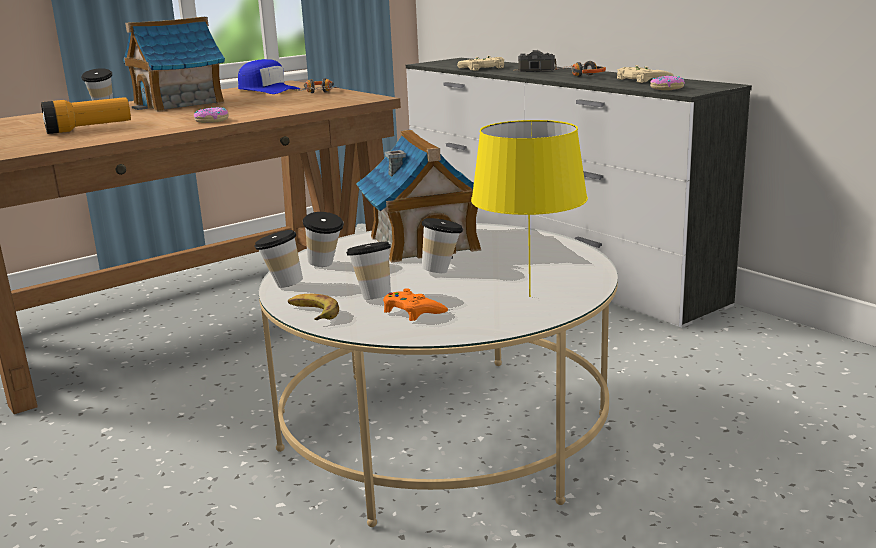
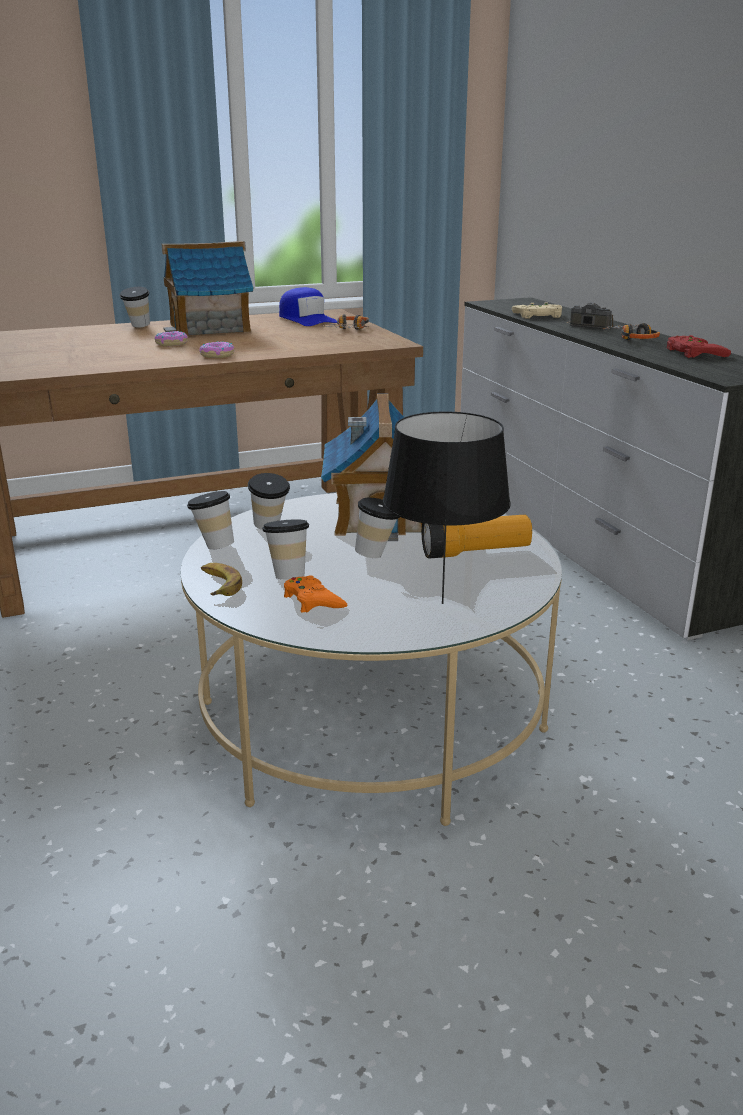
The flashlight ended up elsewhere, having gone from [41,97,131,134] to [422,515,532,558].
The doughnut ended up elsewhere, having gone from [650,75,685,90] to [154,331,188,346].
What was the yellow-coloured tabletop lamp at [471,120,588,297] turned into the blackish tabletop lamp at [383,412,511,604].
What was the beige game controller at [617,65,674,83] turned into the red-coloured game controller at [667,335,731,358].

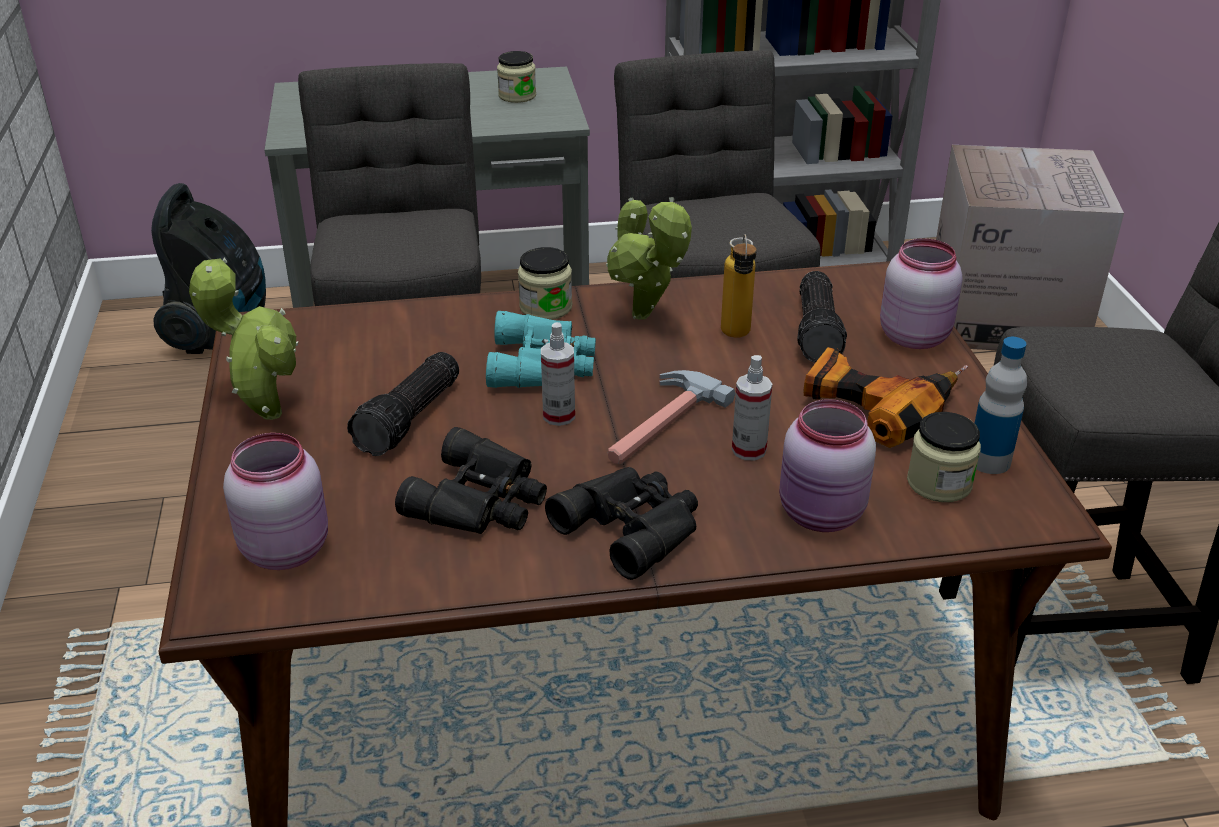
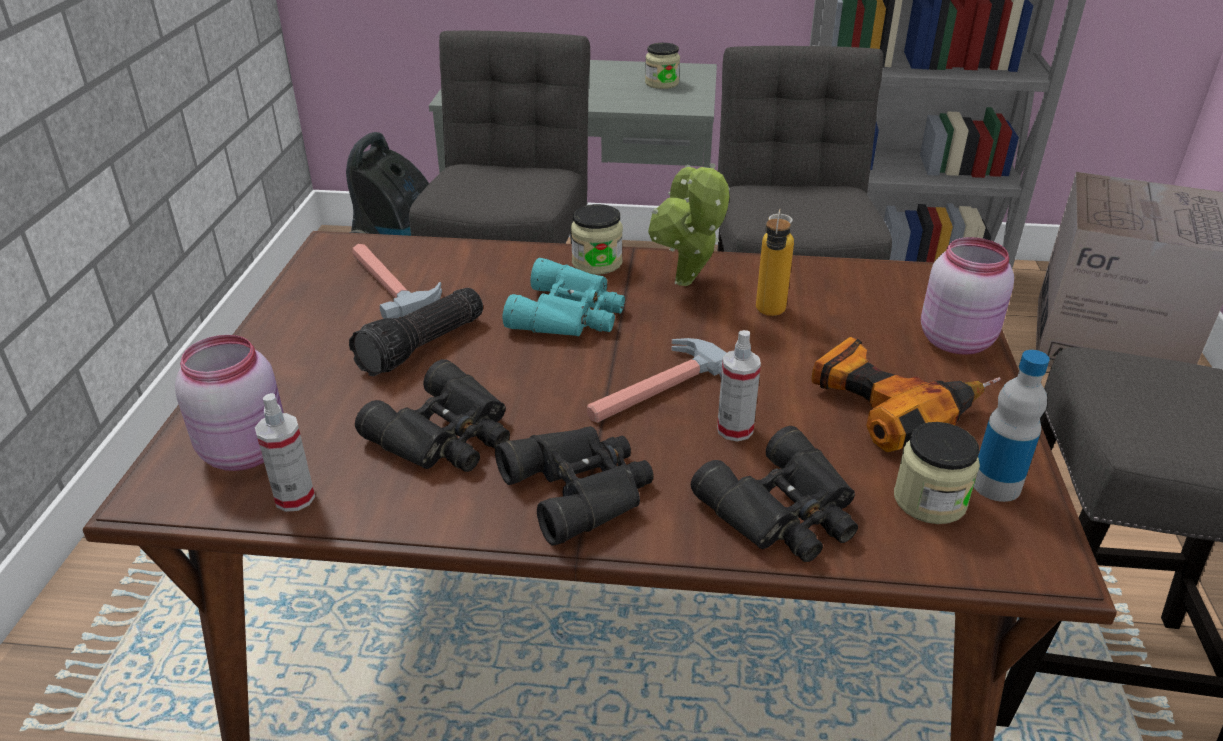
The second view lost the potted plant at [189,258,299,420].
The second view lost the flashlight at [797,271,847,363].
The second view gained the hammer at [352,244,442,319].
The sprayer ended up elsewhere, having gone from [541,322,575,426] to [255,393,315,512].
Where the pinkish jar stood at [779,399,876,532], the blackish binoculars came to stand at [691,426,858,562].

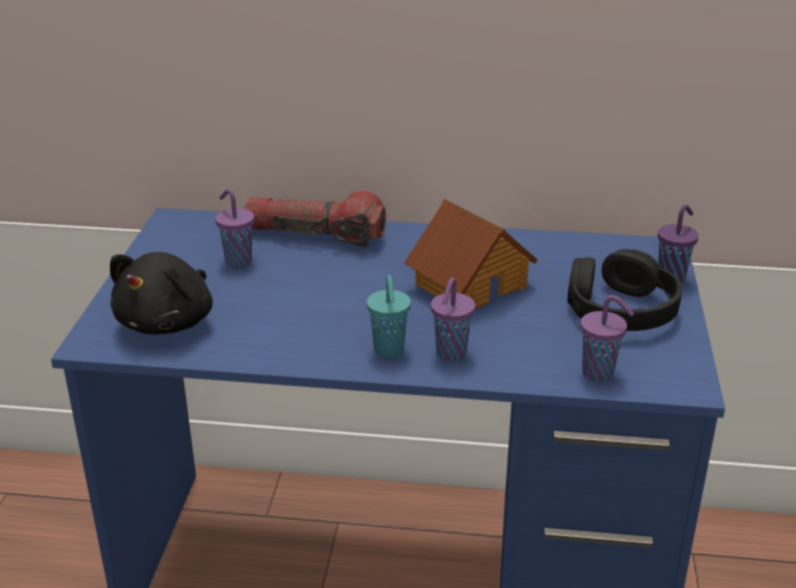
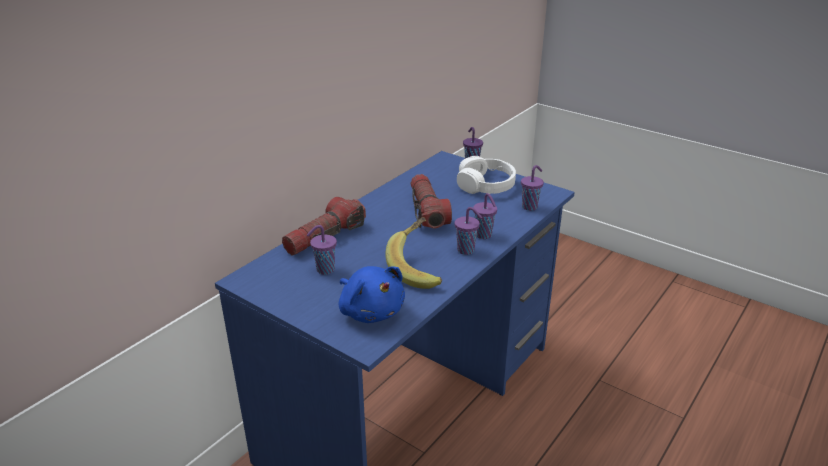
The second view gained the banana at [385,217,442,289].
Where the toy house stood at [404,199,538,309], the flashlight came to stand at [410,174,452,228].
What was the blackish cuddly toy at [110,252,213,334] turned into the blue cuddly toy at [339,266,405,323].
What was the blue-green drinking cup at [367,275,411,358] turned into the purple-coloured drinking cup at [455,207,482,255].
What was the blackish pair of headphones at [567,249,682,331] turned into the white-coloured pair of headphones at [457,156,516,194].

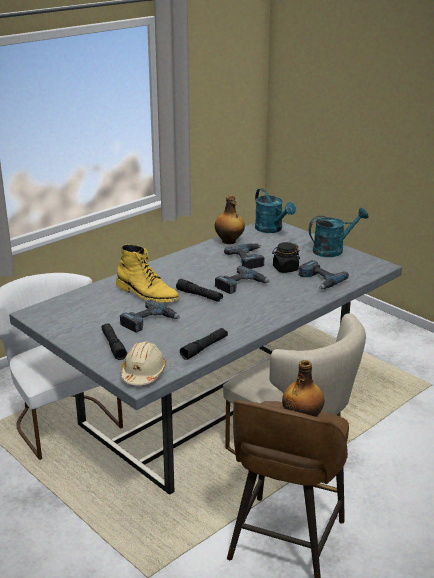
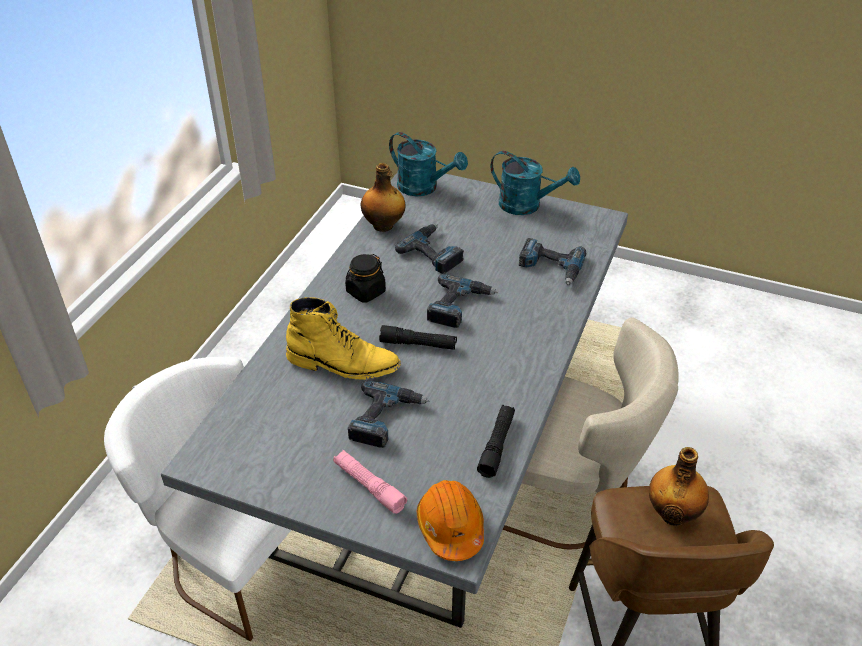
The blackish jar ended up elsewhere, having gone from [272,242,300,273] to [345,254,386,303].
What was the blackish flashlight at [101,324,127,360] turned into the pinkish flashlight at [333,450,407,514].
What was the beige work helmet at [121,341,166,385] turned into the orange work helmet at [417,480,484,561].
The blue-green watering can at [309,208,369,257] ended up facing another way, 75 degrees clockwise from before.

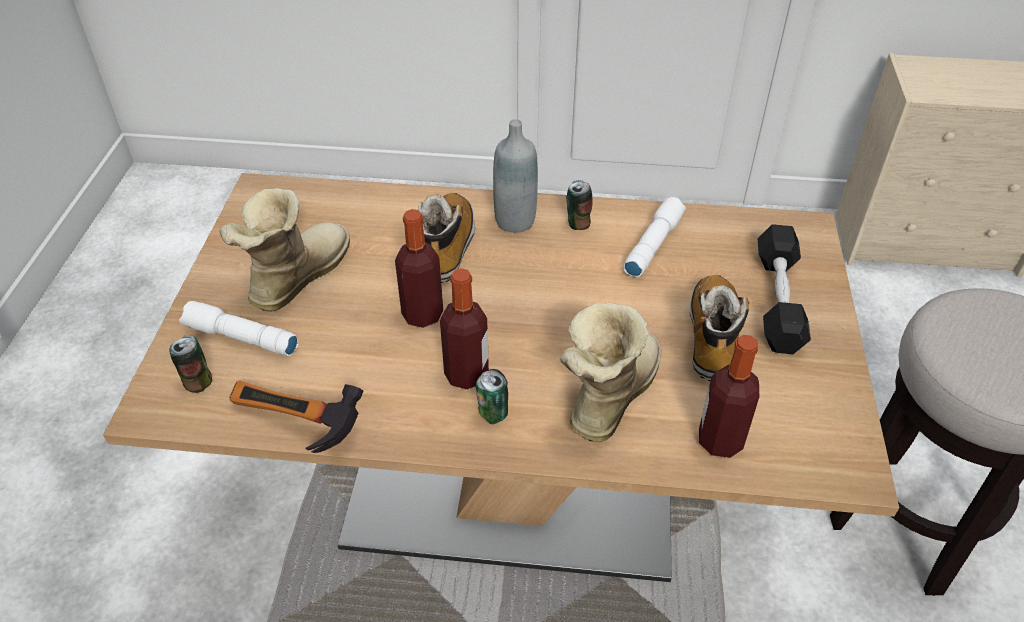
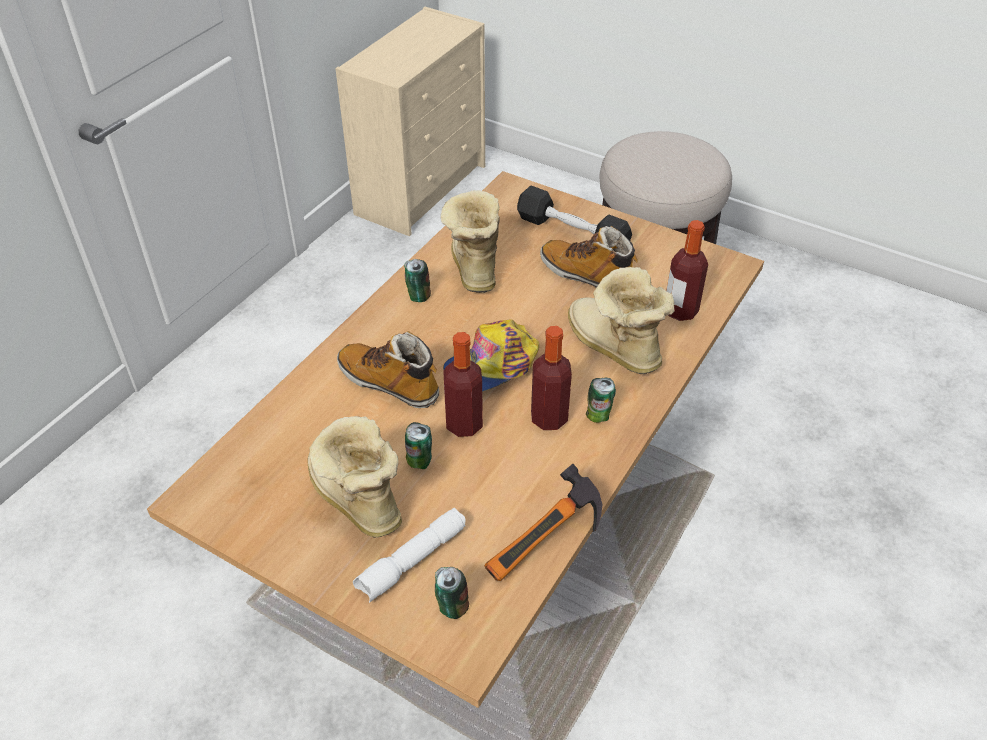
The second view lost the gray bottle at [493,119,538,233].
The second view gained the can at [405,422,432,469].
The second view gained the cap at [443,320,540,392].
Where the white-coloured flashlight stood at [624,197,686,277], the boot came to stand at [441,190,500,293].

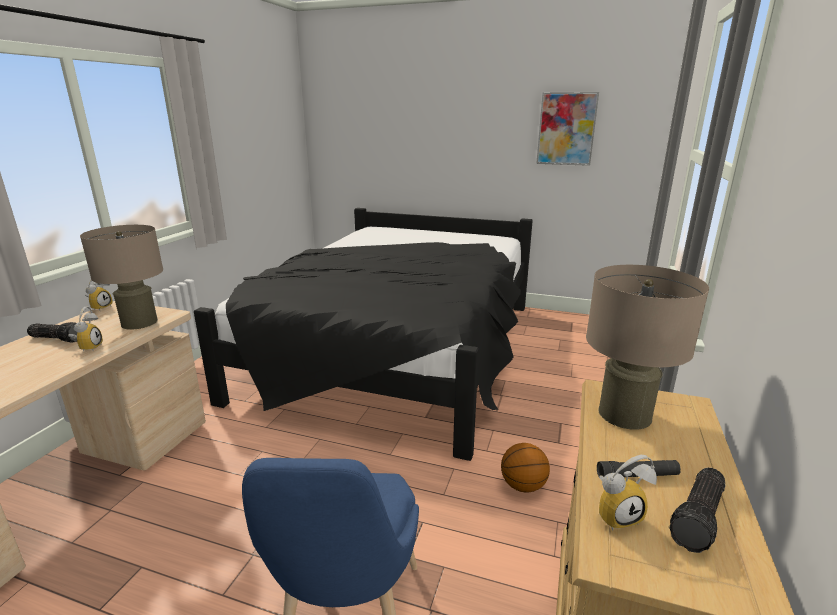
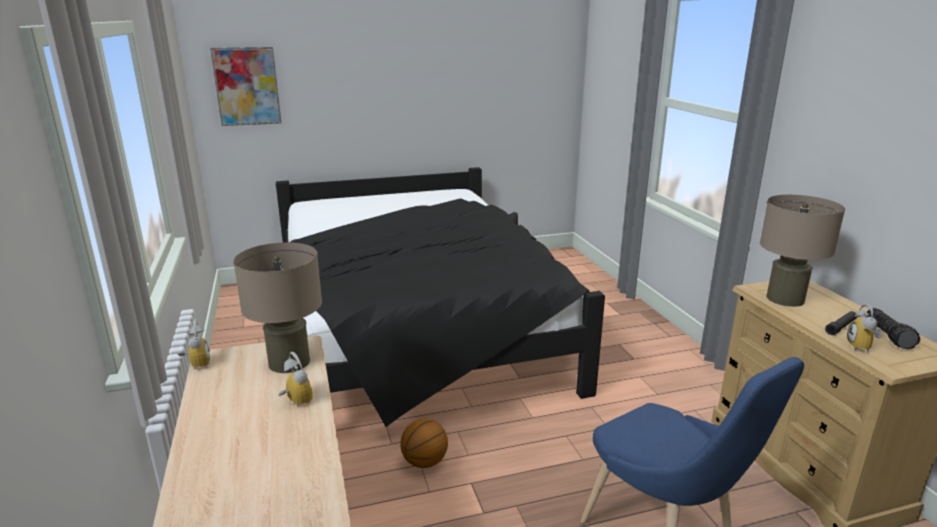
The second view lost the flashlight at [27,322,77,343].
The basketball ended up elsewhere, having gone from [501,443,550,493] to [400,419,448,468].
The picture ended up elsewhere, having gone from [536,92,599,166] to [210,47,281,126].
The bedside clock at [599,455,657,531] ended up facing another way, 150 degrees clockwise from before.

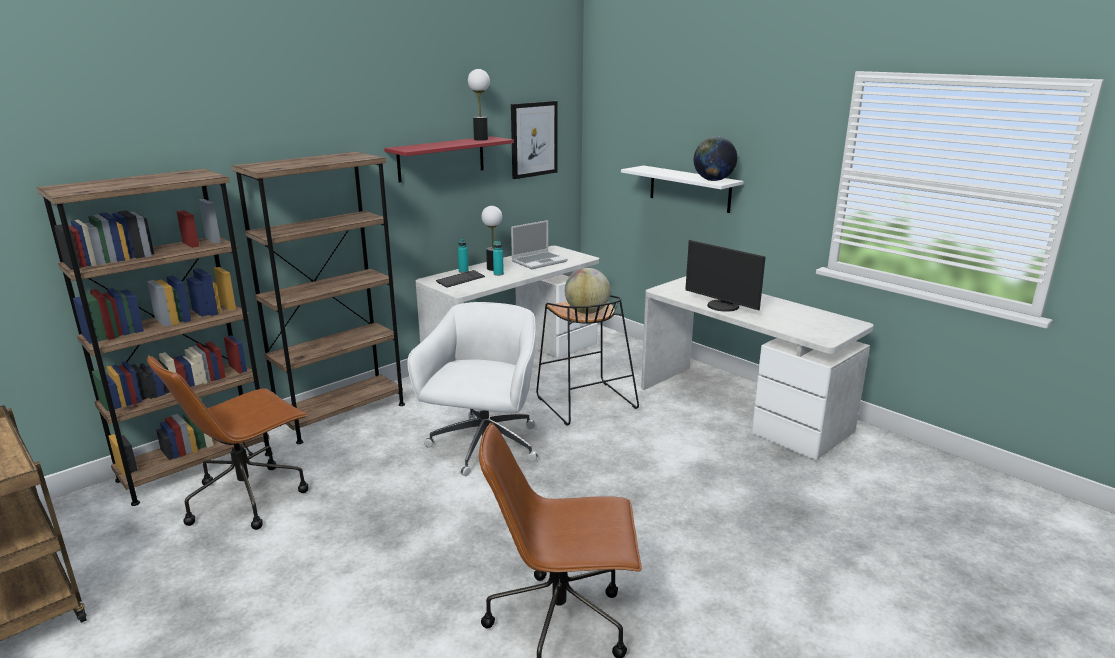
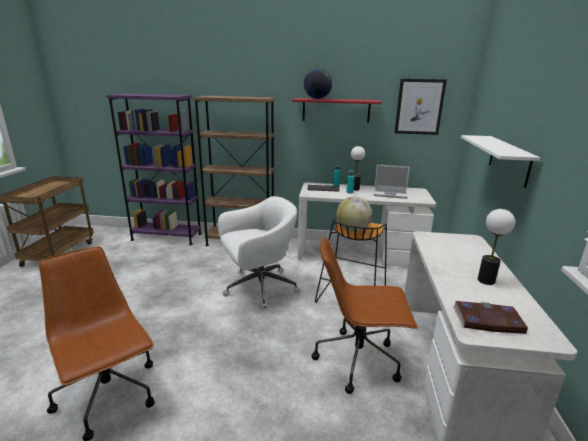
The second view lost the computer screen at [685,240,765,312].
The second view gained the bound book at [453,301,528,334].
The brown computer chair ended up elsewhere, having gone from [147,355,308,530] to [311,237,418,394].
The tabletop lamp ended up elsewhere, having gone from [468,69,490,141] to [478,209,515,285].
The desk globe ended up elsewhere, having gone from [694,136,737,181] to [304,68,332,99].
What was the brown bookshelf at [37,169,270,506] turned into the purple-coloured bookshelf at [106,93,202,245].

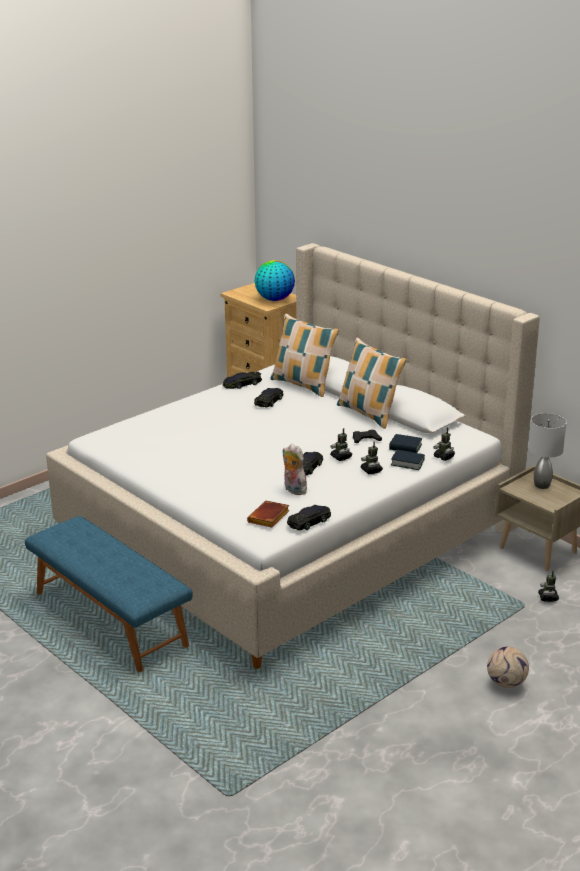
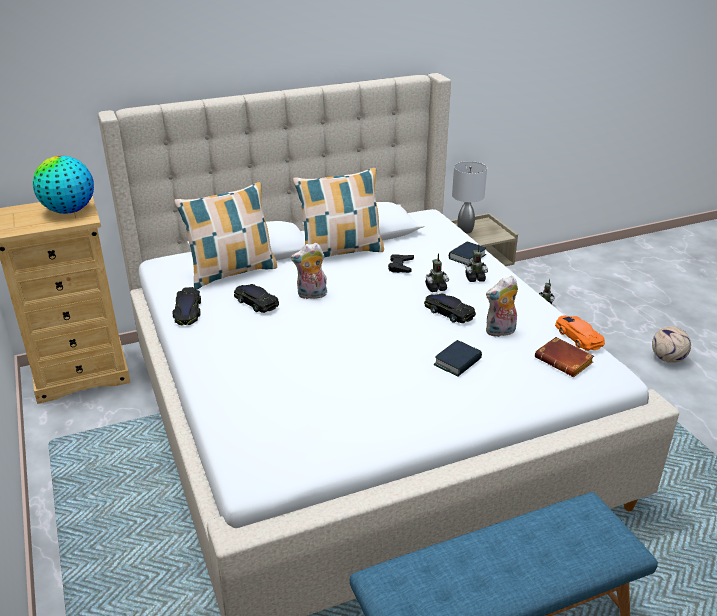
The second view lost the toy robot at [433,428,455,461].
The second view gained the cuddly toy at [291,243,327,299].
The bound book ended up elsewhere, having gone from [389,434,422,453] to [434,340,482,377].
What was the blackish model car at [287,505,331,530] turned into the orange model car at [555,315,605,351].

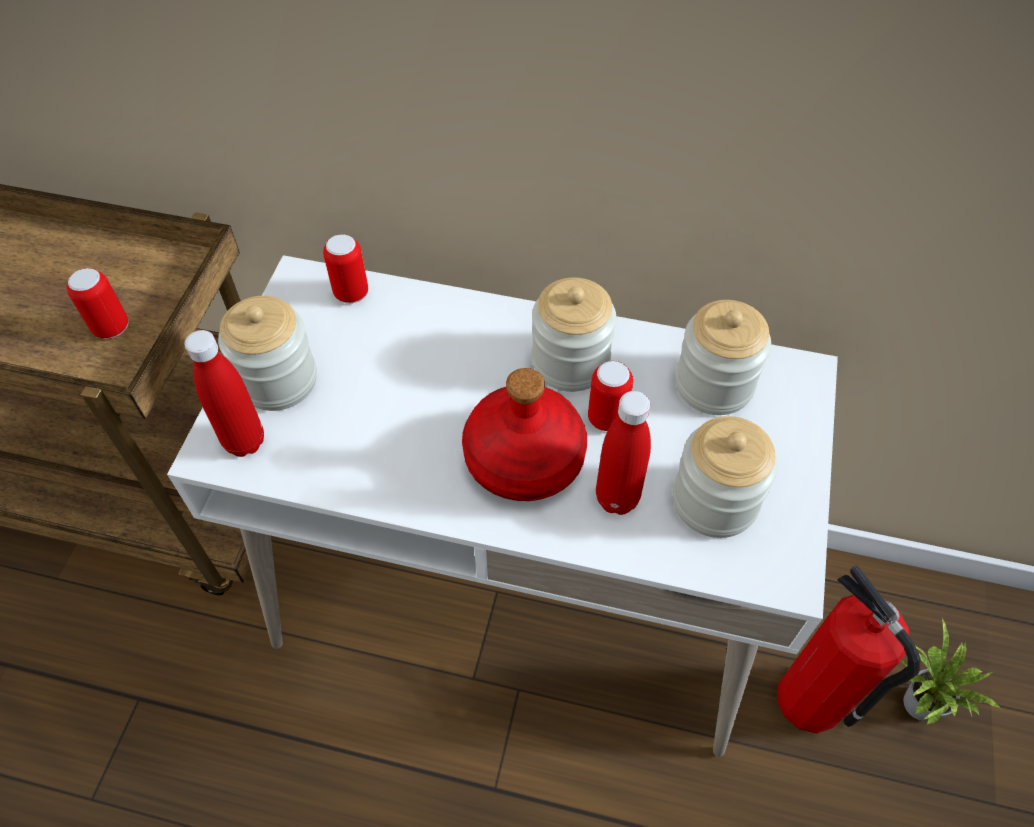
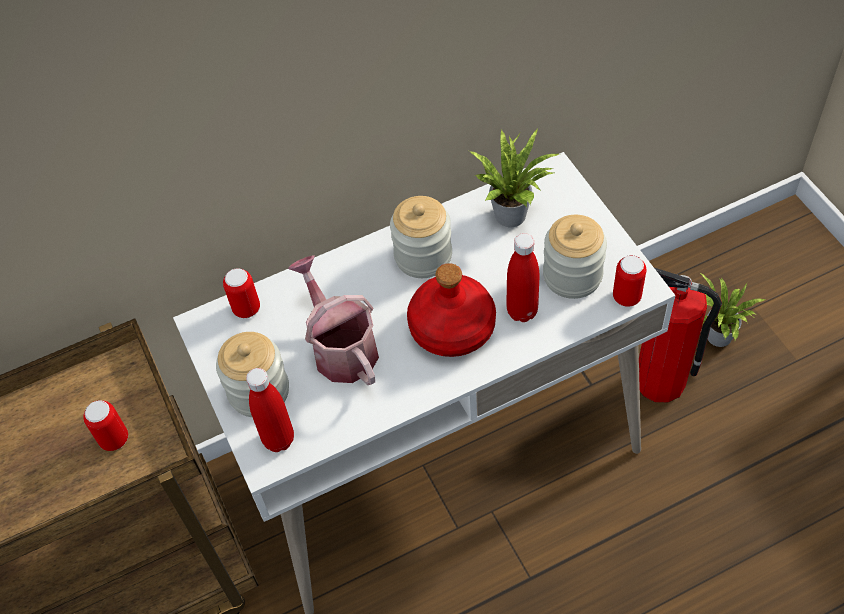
The second view gained the watering can at [288,255,379,385].
The can ended up elsewhere, having gone from [588,361,633,431] to [613,255,646,307].
Where the jar stood at [675,300,771,415], the potted plant came to stand at [469,129,559,227].

